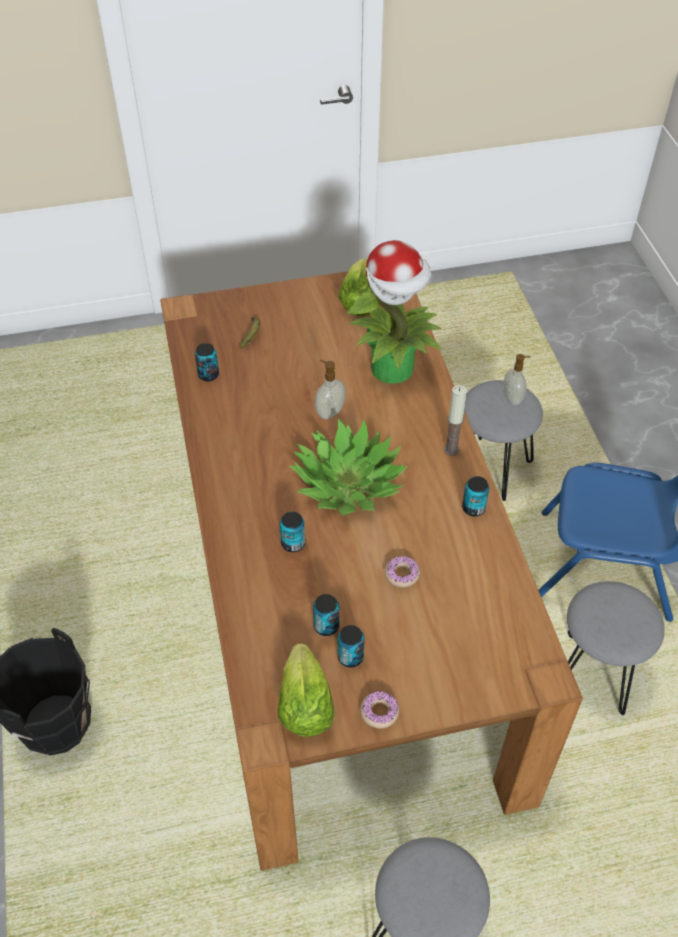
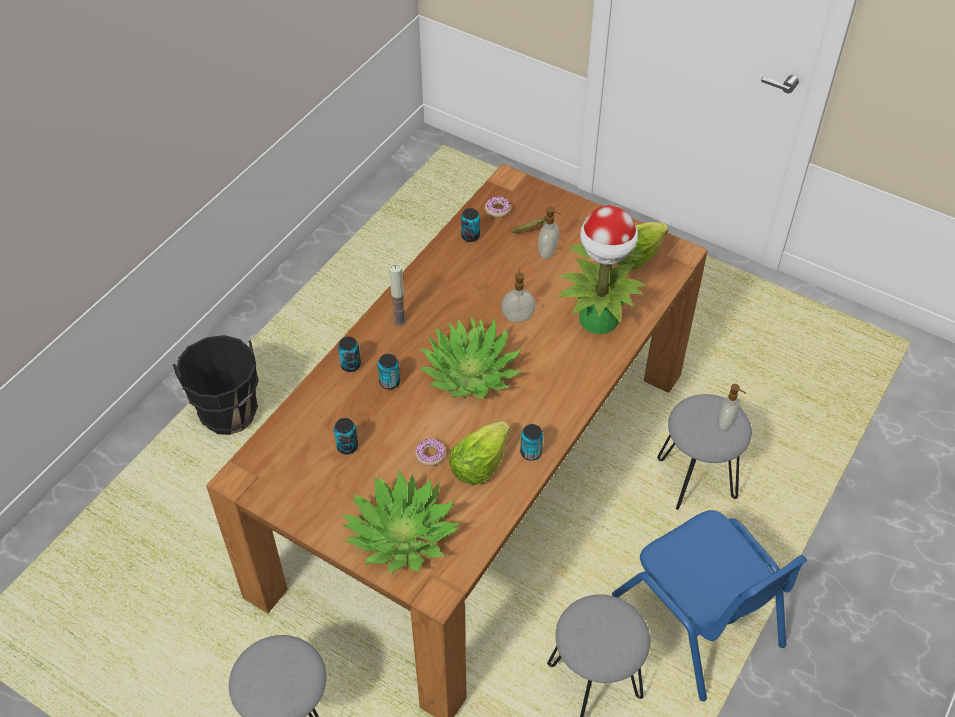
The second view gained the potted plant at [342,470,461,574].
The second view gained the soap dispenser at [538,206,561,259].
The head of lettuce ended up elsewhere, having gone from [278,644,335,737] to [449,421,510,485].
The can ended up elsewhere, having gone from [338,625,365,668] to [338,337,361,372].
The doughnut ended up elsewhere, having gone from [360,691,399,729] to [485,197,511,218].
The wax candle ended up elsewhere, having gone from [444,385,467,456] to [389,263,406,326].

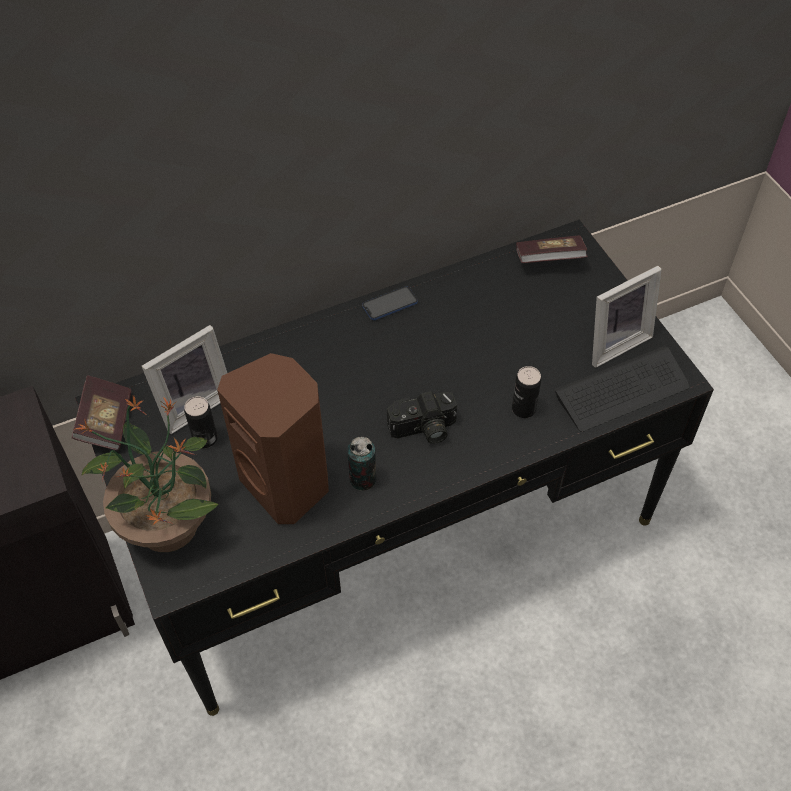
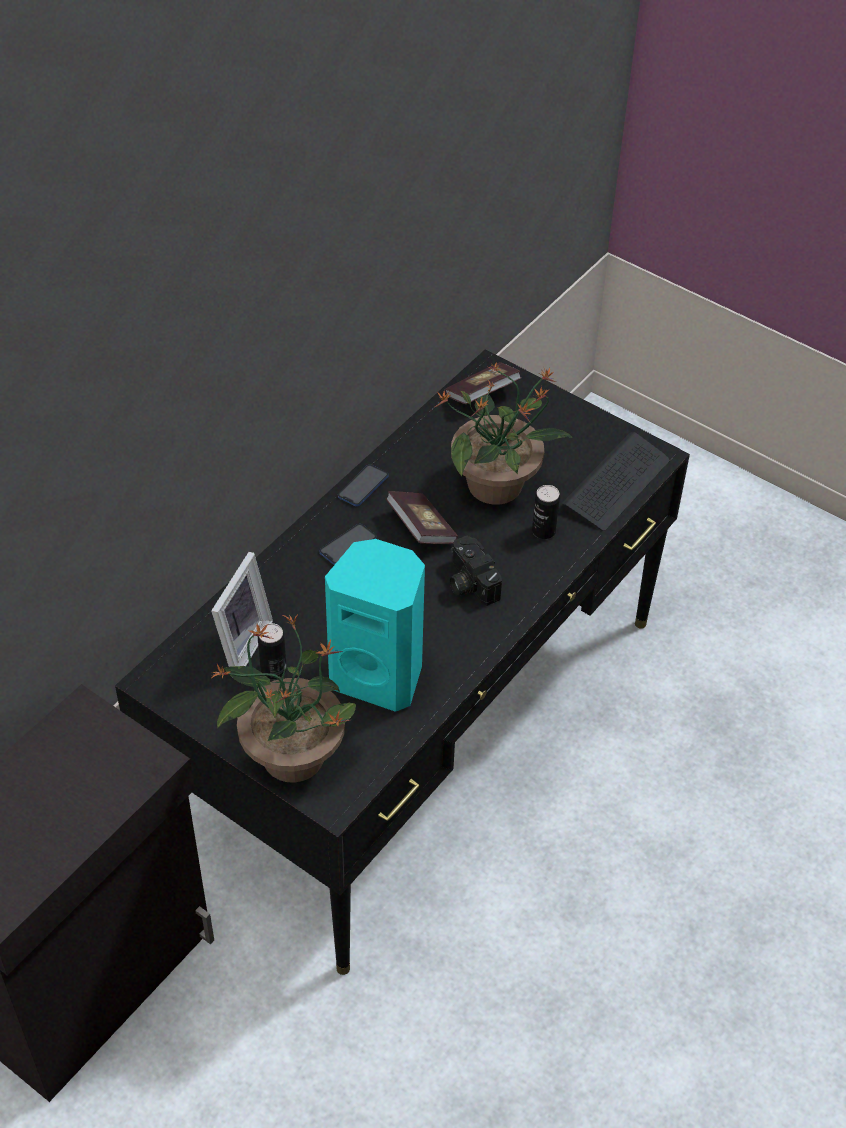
The second view lost the can at [347,437,377,491].
The second view lost the standing frame at [592,266,661,368].
The second view gained the phone at [320,524,377,565].
The second view gained the potted plant at [435,362,572,504].
The bound book ended up elsewhere, having gone from [72,375,131,451] to [386,491,458,544].
What was the brown speaker at [217,353,329,524] turned into the blue-green speaker at [325,539,425,712].
The photo camera at [387,391,457,444] ended up facing another way, 105 degrees clockwise from before.

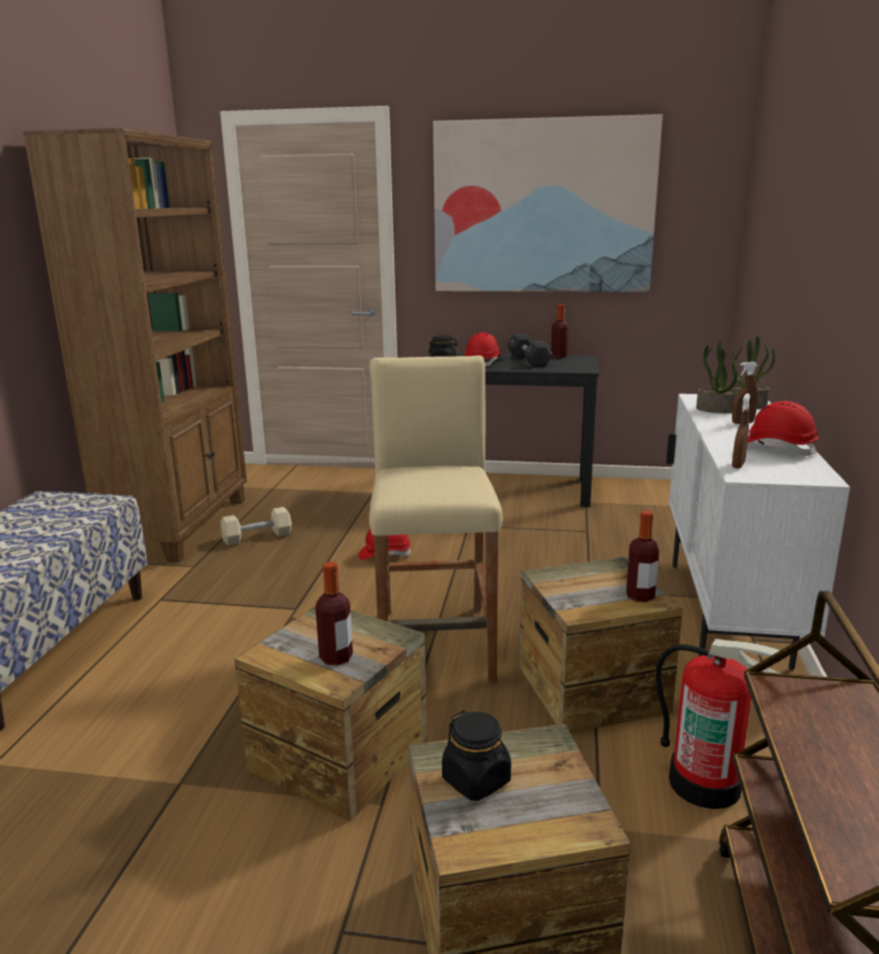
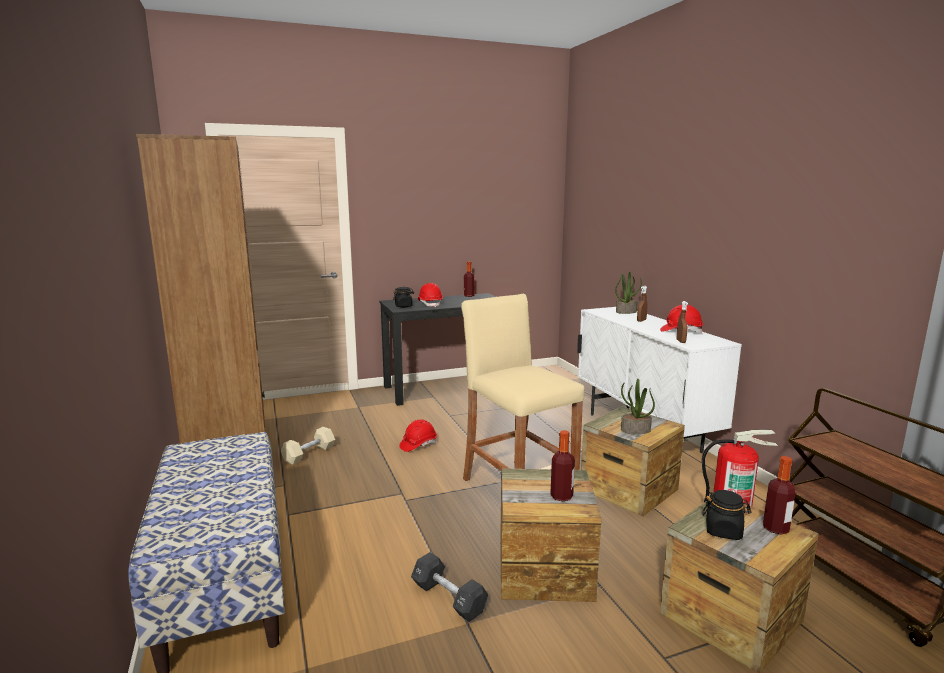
The second view lost the picture at [433,114,663,292].
The blackish hand weight ended up elsewhere, having gone from [507,334,553,367] to [411,552,488,622].
The bottle ended up elsewhere, having gone from [626,510,659,602] to [763,456,795,535].
The potted plant ended up elsewhere, having gone from [696,339,738,413] to [621,379,655,434].

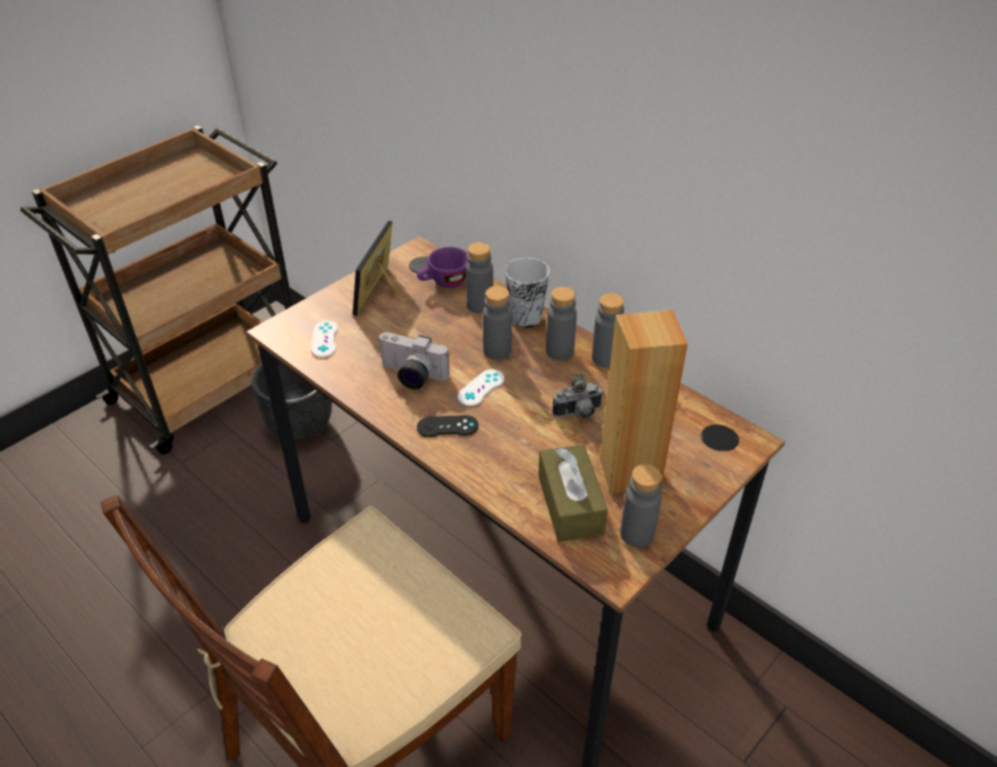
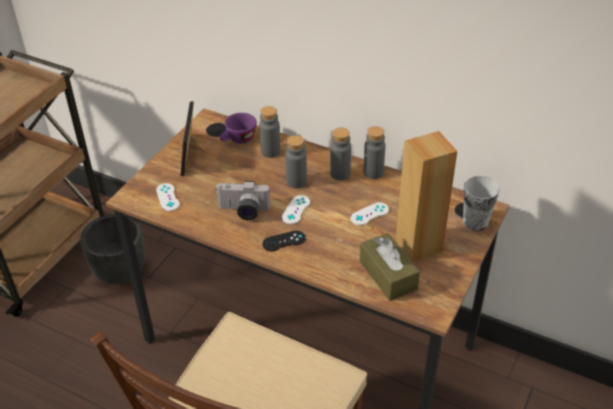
The second view lost the gray bottle at [620,464,662,548].
The drinking cup ended up elsewhere, having gone from [505,258,550,328] to [463,175,500,231].
Where the photo camera stood at [552,373,603,418], the white-coloured game controller came to stand at [350,202,389,225].

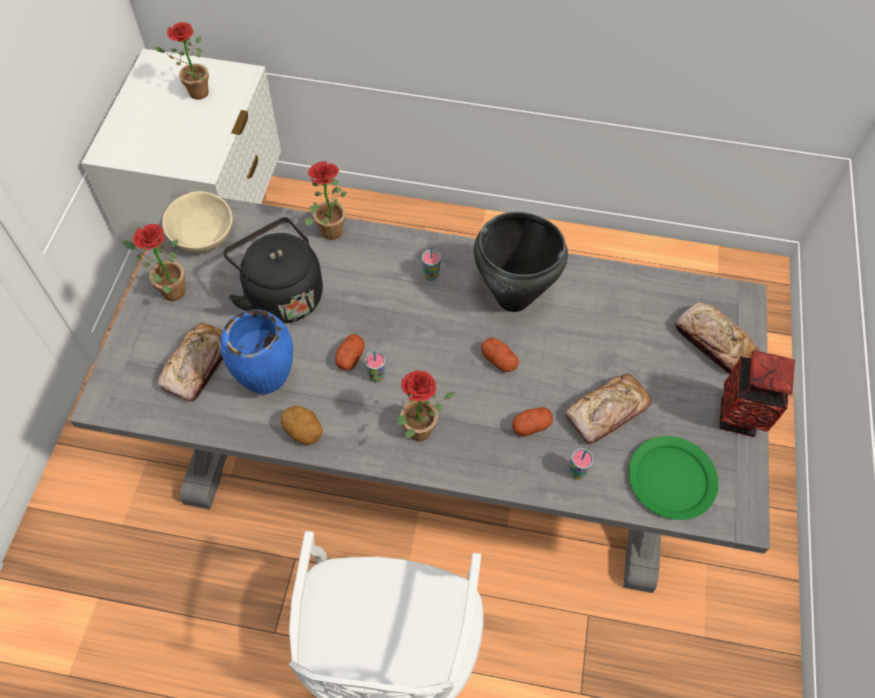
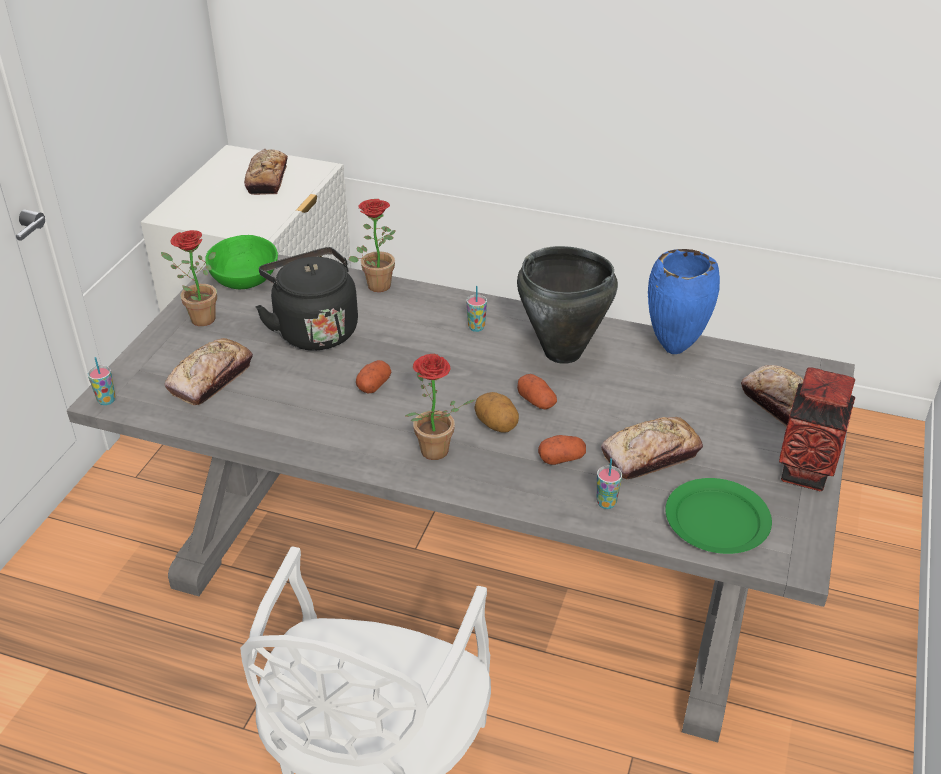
The blue vase ended up elsewhere, having gone from [220,309,293,394] to [648,249,720,354].
The potato ended up elsewhere, having gone from [281,406,323,445] to [474,392,519,433].
The drinking cup ended up elsewhere, having gone from [365,351,386,383] to [88,357,116,405].
Where the potted plant stood at [153,22,209,100], the bread came to stand at [244,149,288,195].
What was the beige bowl at [162,191,233,252] turned into the green-coloured bowl at [205,235,278,289].

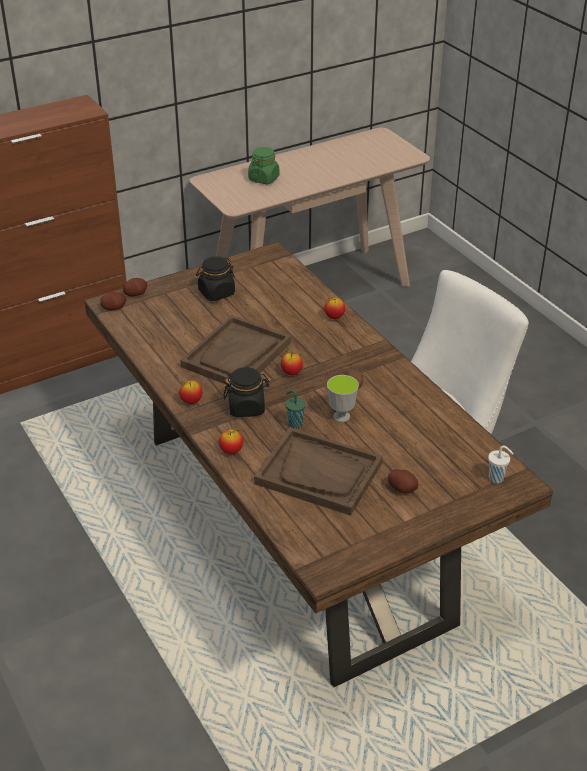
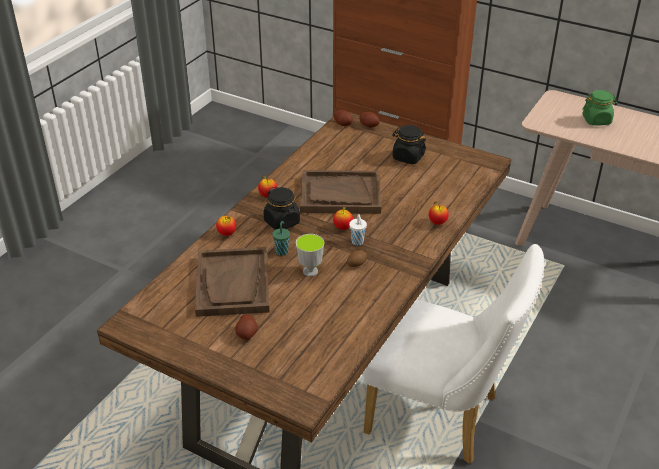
The white-coloured drinking cup ended up elsewhere, having gone from [488,446,514,483] to [349,214,367,246].

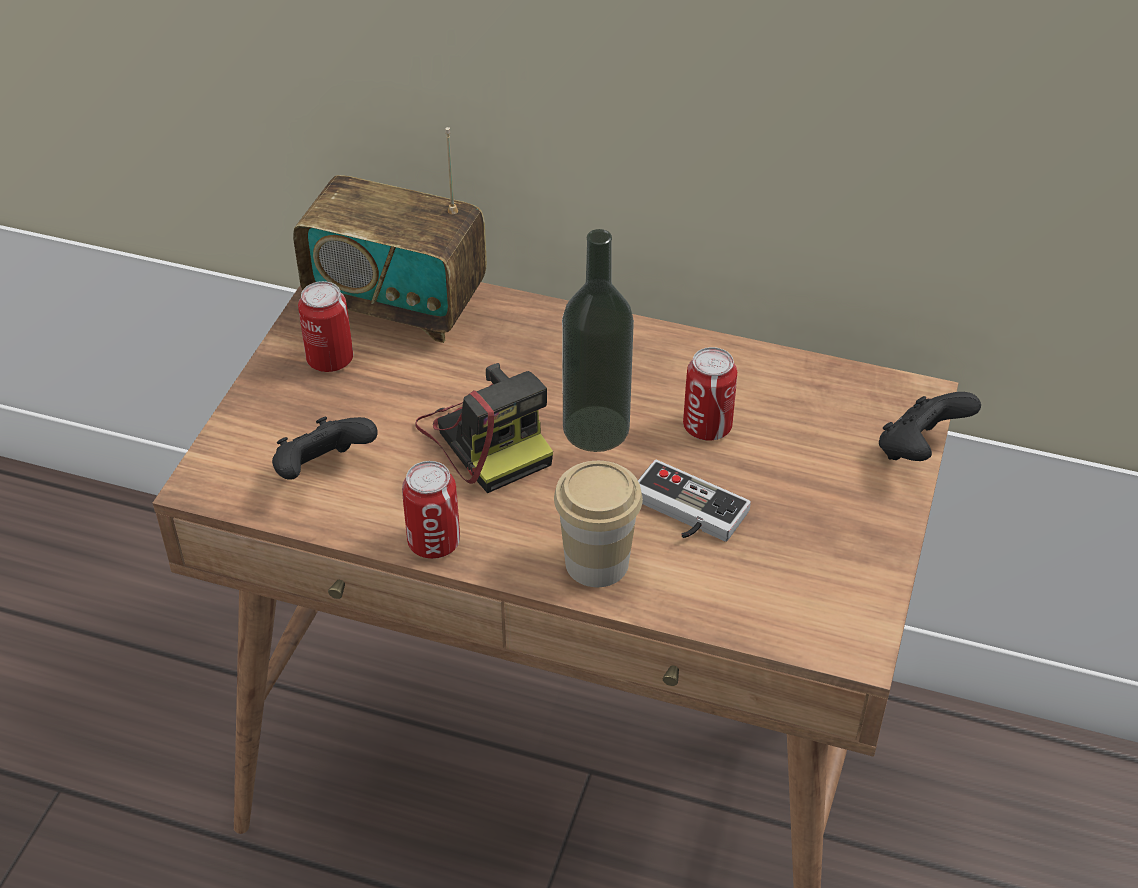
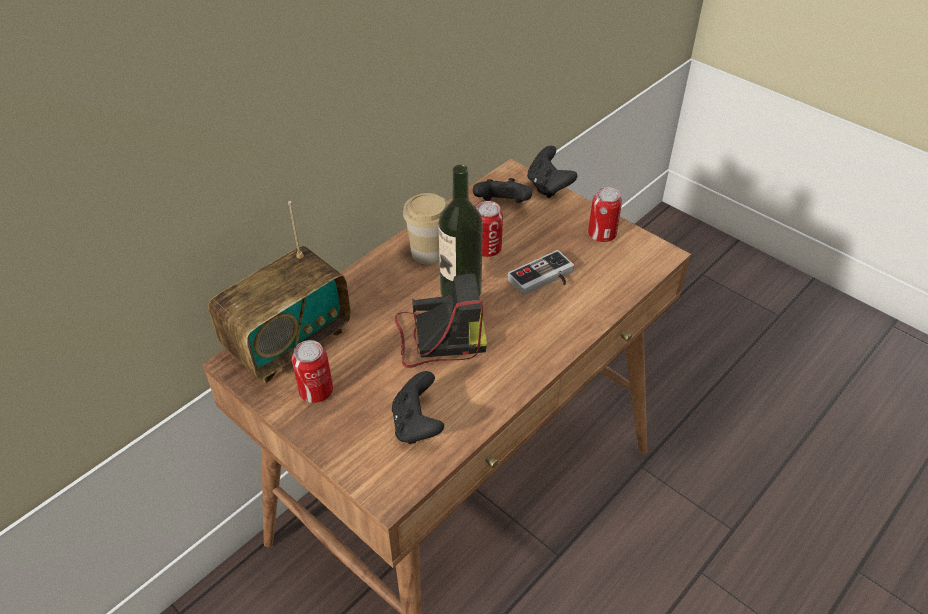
The second view gained the blackish game controller at [473,178,532,203].
The can ended up elsewhere, having gone from [402,461,460,559] to [588,187,622,242].
The drinking cup ended up elsewhere, having gone from [554,461,643,587] to [403,193,449,265].

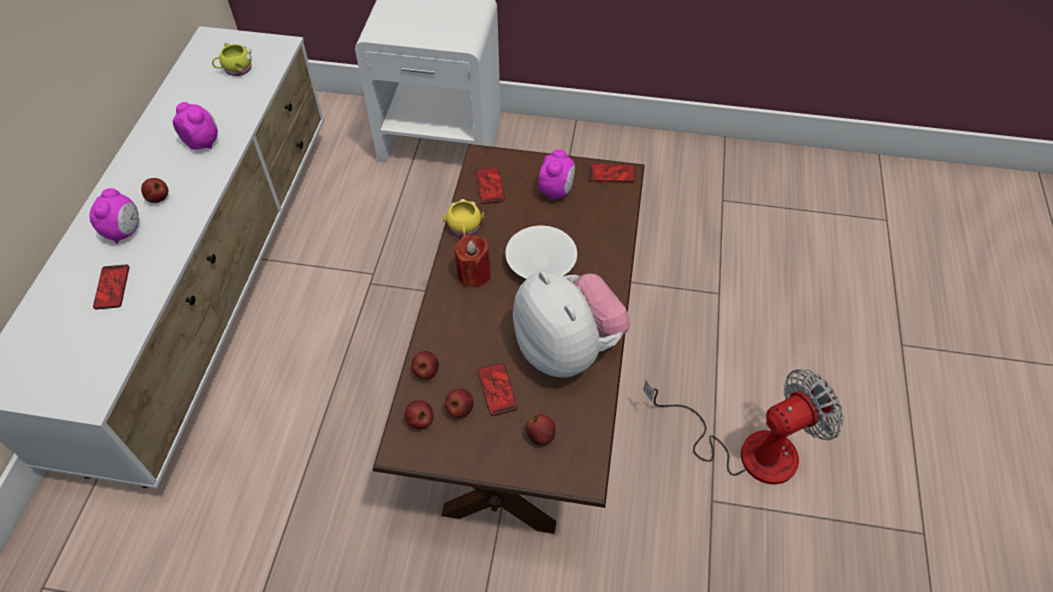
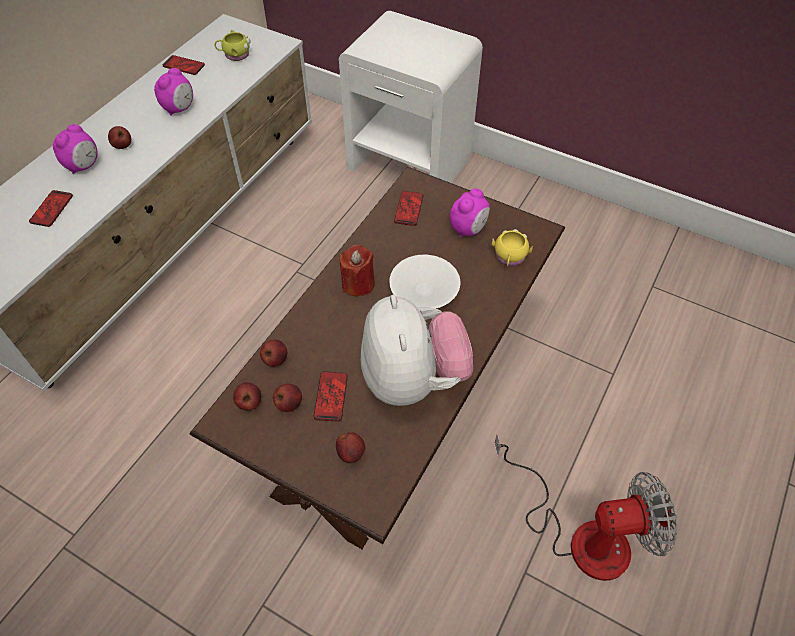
The yellow-coloured tea mug ended up elsewhere, having gone from [443,199,484,237] to [492,229,533,266].
The phone ended up elsewhere, having gone from [588,164,635,182] to [163,55,205,75].
The bedside clock at [173,102,218,150] ended up facing another way, 60 degrees clockwise from before.

